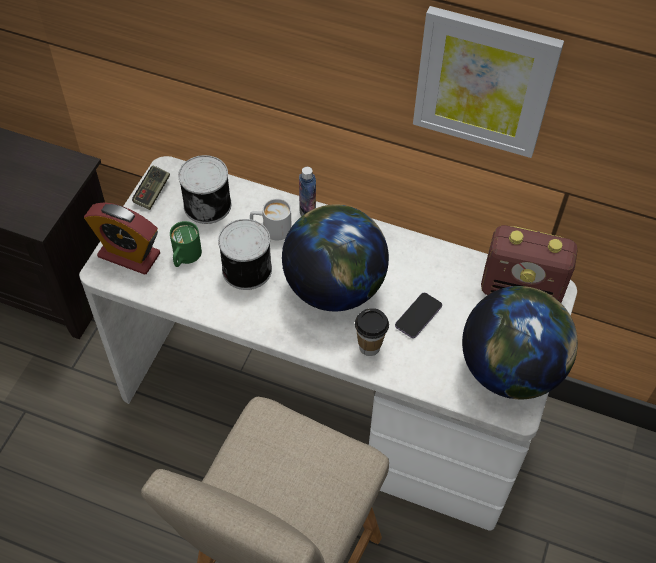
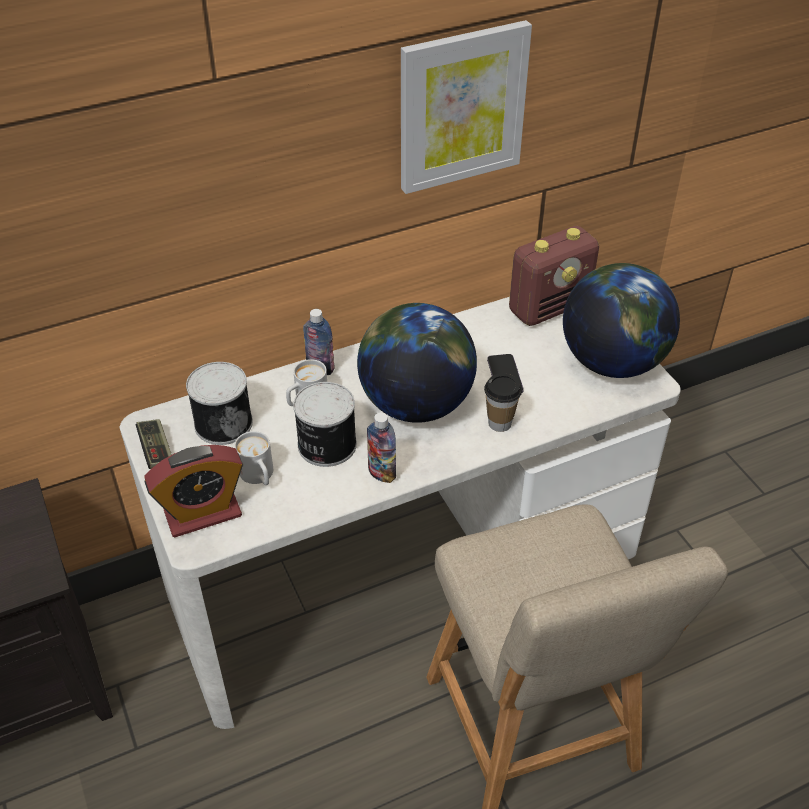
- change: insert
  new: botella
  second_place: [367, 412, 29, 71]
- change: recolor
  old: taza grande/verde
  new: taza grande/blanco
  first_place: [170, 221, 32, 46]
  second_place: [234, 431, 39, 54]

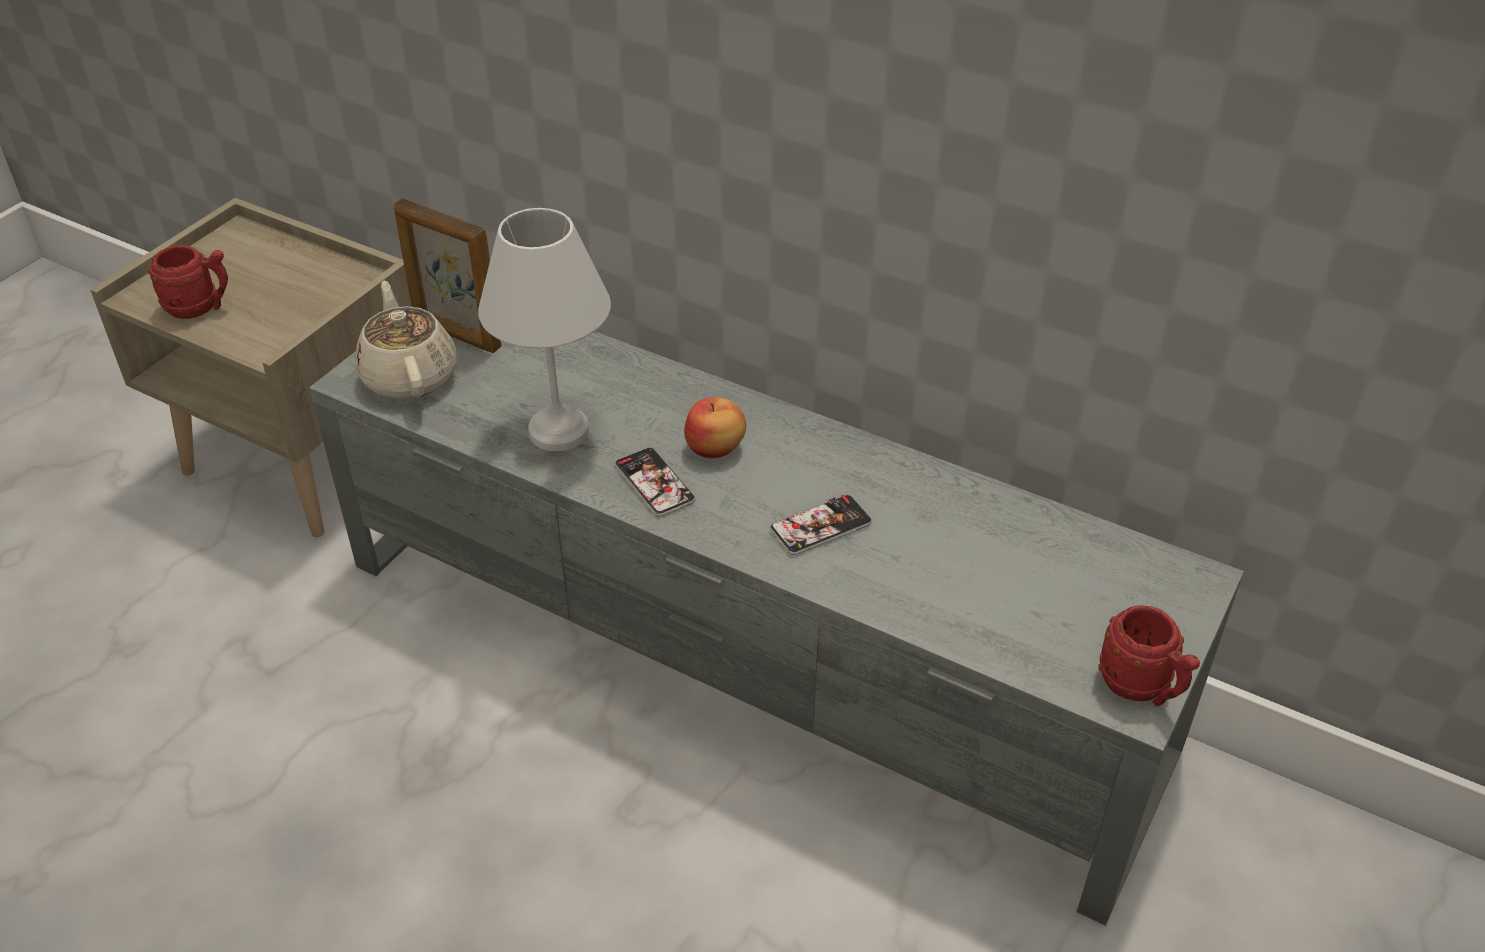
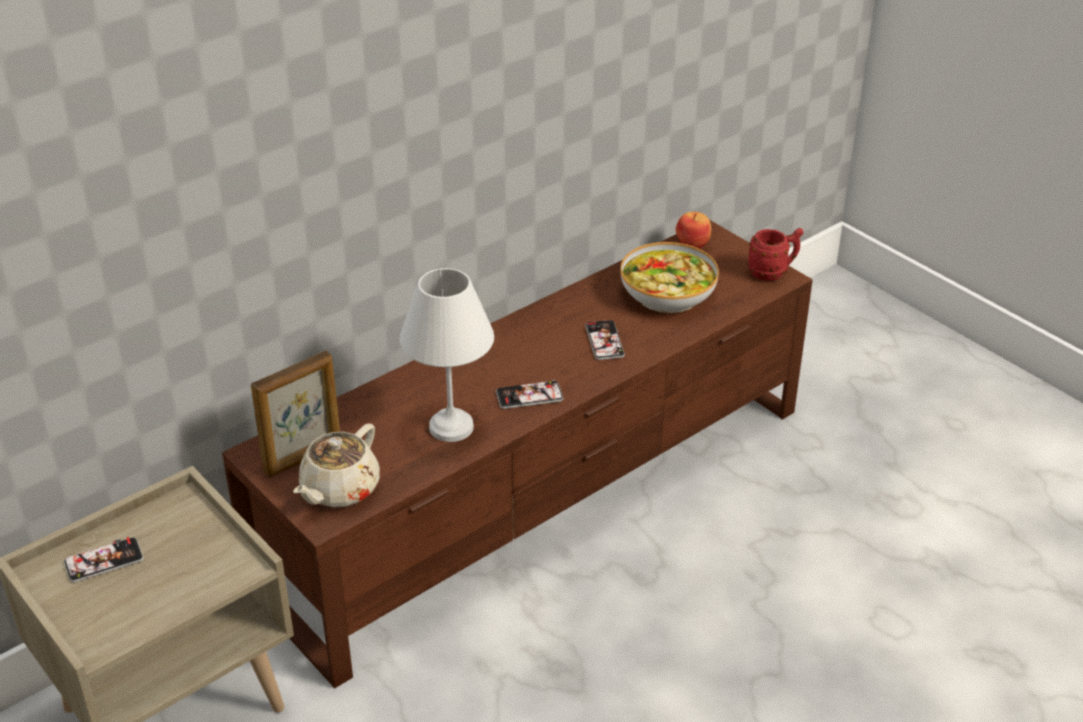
- change: delete
  old: taza grande/rojo
  first_place: [148, 245, 80, 74]
- change: insert
  new: móvil
  second_place: [64, 537, 80, 46]
- change: insert
  new: cuenco
  second_place: [620, 242, 99, 71]
- change: move
  old: manzana
  first_place: [684, 397, 62, 61]
  second_place: [676, 212, 35, 37]
- change: recolor
  old: mueble de televisión/gris
  new: mueble de televisión/marrón
  first_place: [309, 331, 935, 595]
  second_place: [222, 220, 591, 469]
- change: rotate
  old: tetera/beis
  first_place: [355, 281, 102, 119]
  second_place: [293, 424, 87, 83]
  degrees: -60

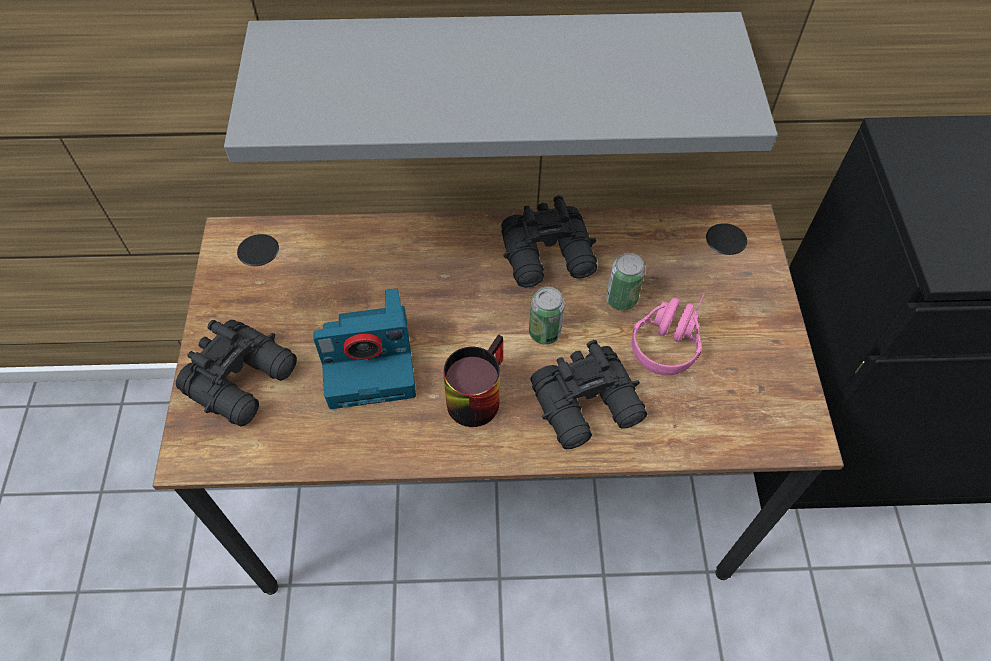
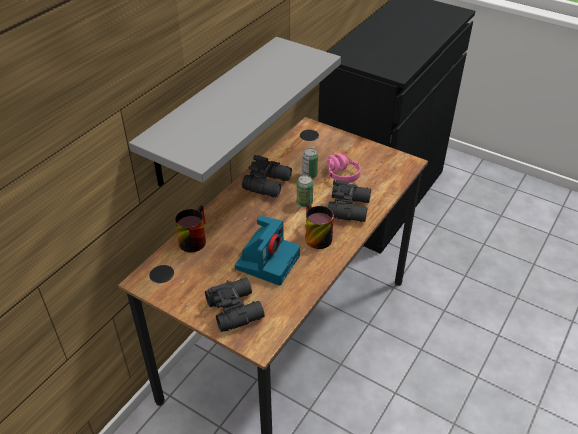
- change: insert
  new: taza grande
  second_place: [175, 205, 31, 48]

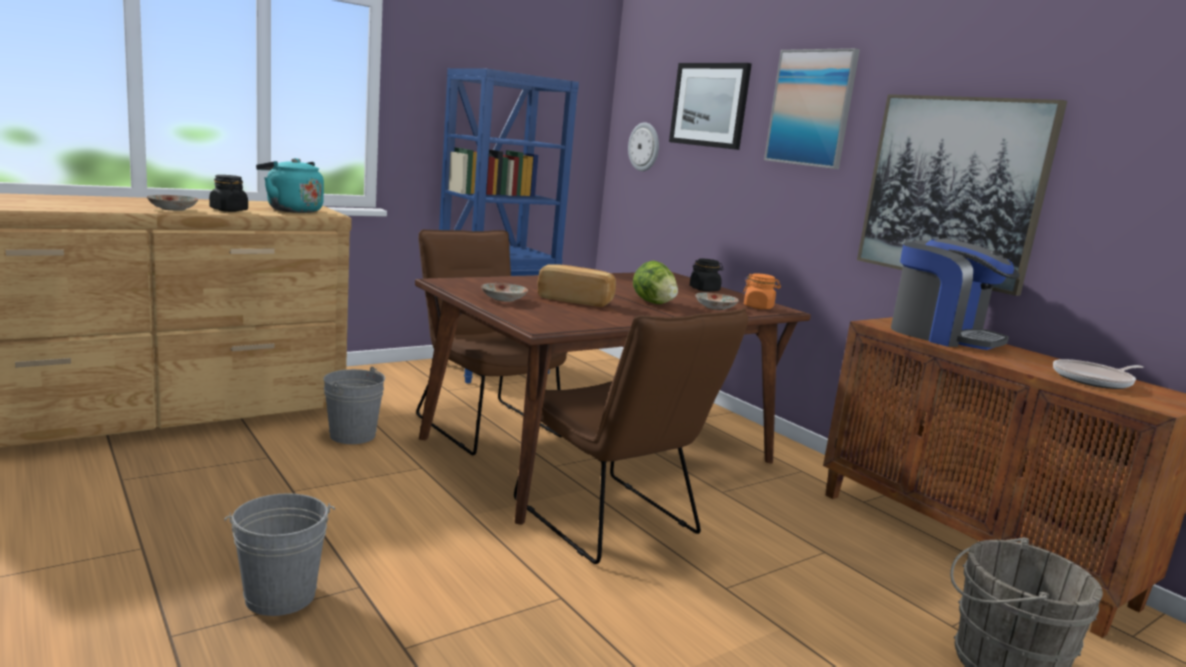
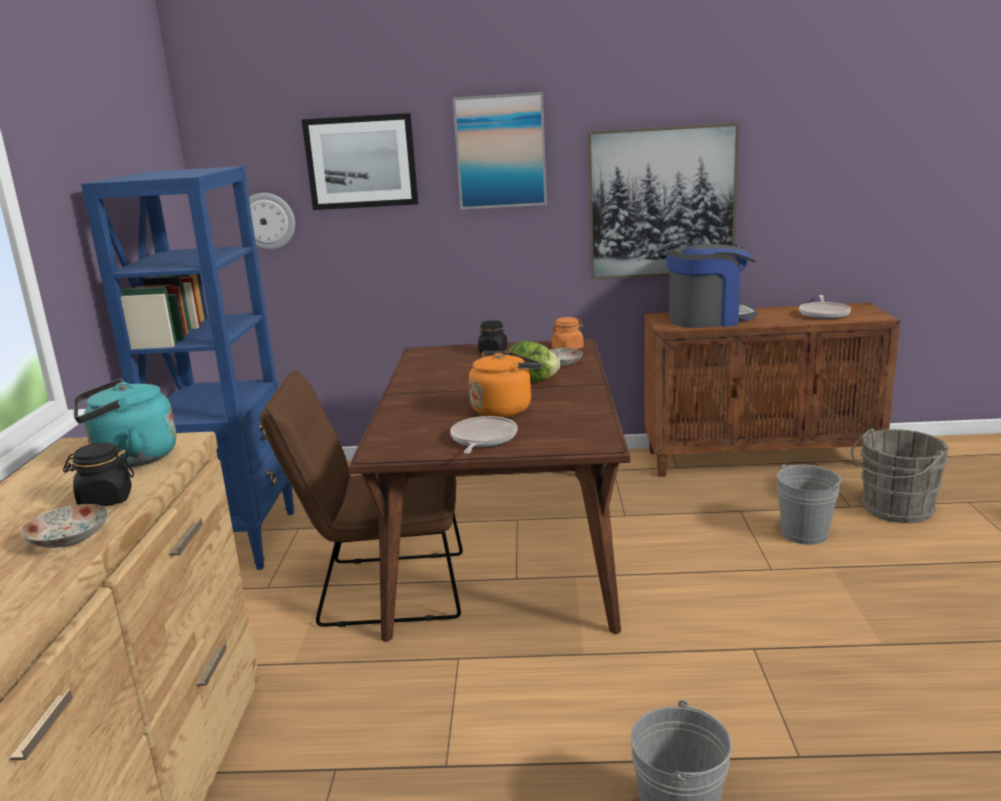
- change: delete
  old: silla/marrón
  first_place: [514, 308, 234, 256]
- change: move
  old: cubo/gris
  first_place: [324, 367, 61, 77]
  second_place: [777, 464, 64, 81]
- change: replace
  old: plato
  new: sartén
  first_place: [481, 283, 47, 19]
  second_place: [450, 416, 68, 38]
- change: replace
  old: pan
  new: hervidor/naranja
  first_place: [538, 264, 78, 43]
  second_place: [469, 351, 73, 66]

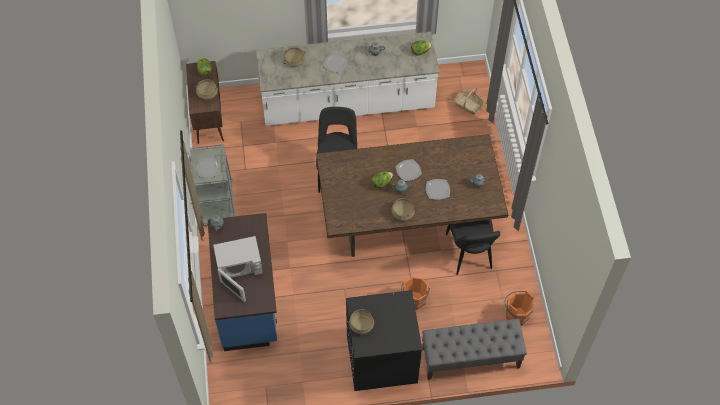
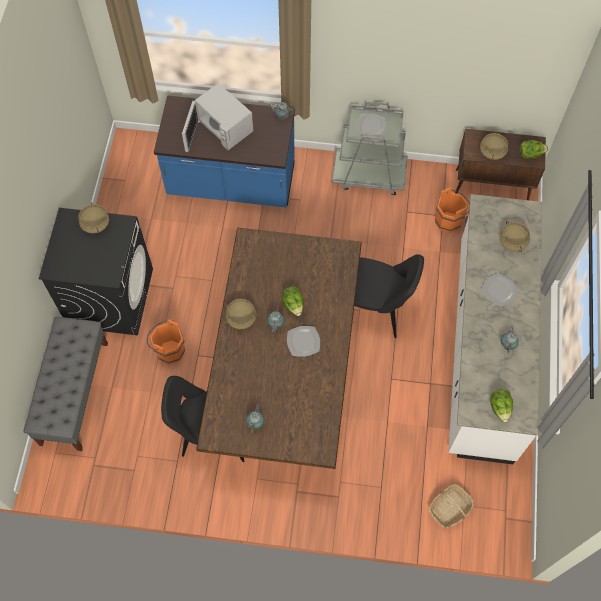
- change: delete
  old: plato
  first_place: [426, 179, 24, 21]
- change: move
  old: cubo/naranja
  first_place: [504, 290, 30, 36]
  second_place: [435, 187, 35, 46]
- change: rotate
  old: microondas/blanco
  first_place: [213, 236, 50, 66]
  second_place: [182, 83, 71, 69]
  degrees: -45

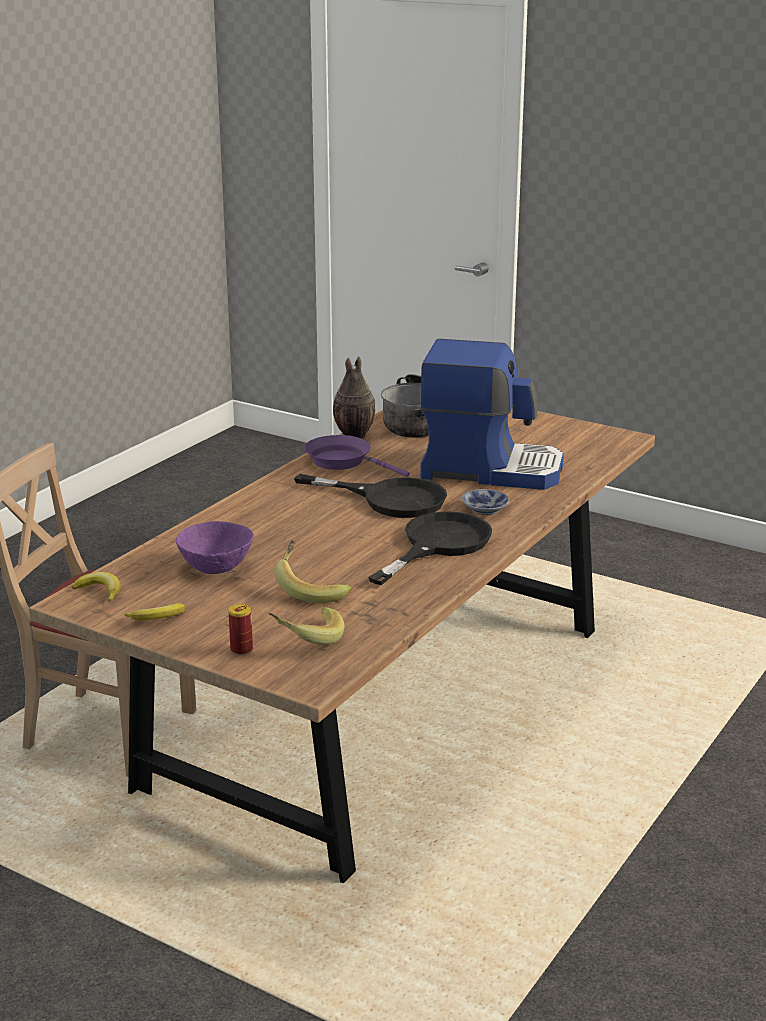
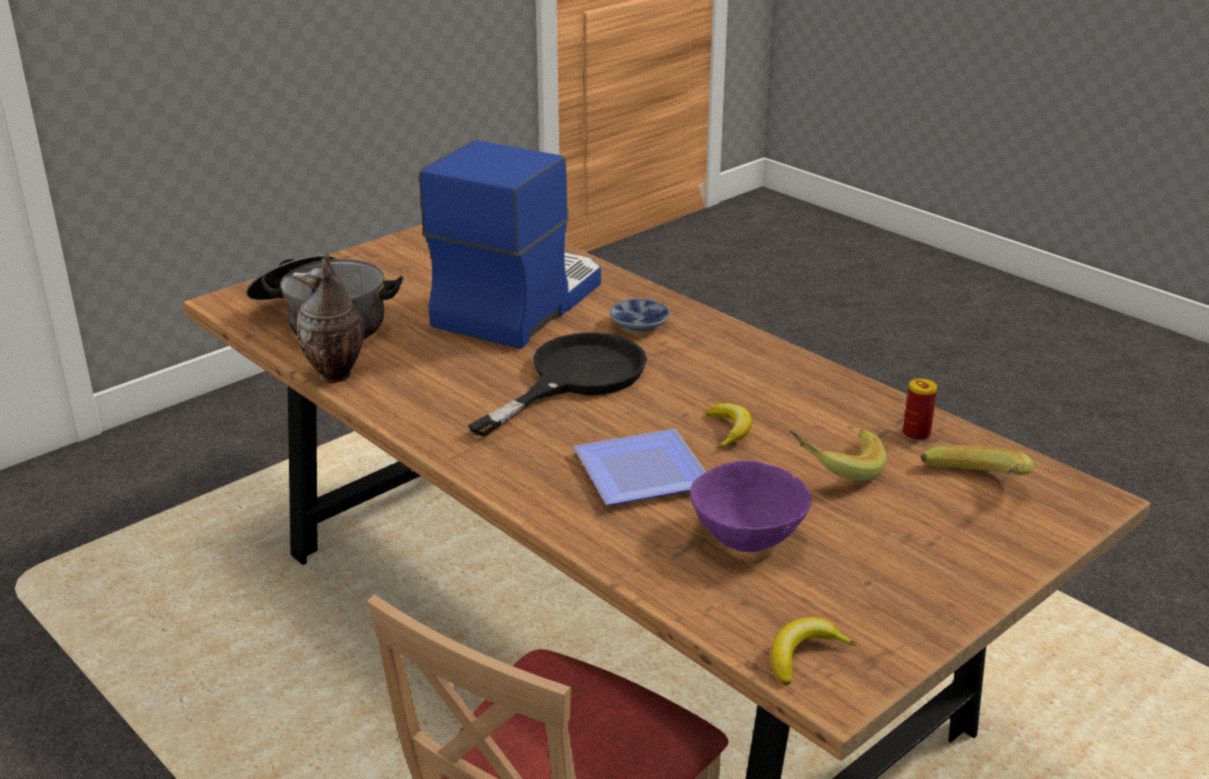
- change: delete
  old: sartén/morado
  first_place: [304, 435, 106, 42]
- change: delete
  old: sartén/negro
  first_place: [368, 511, 124, 74]
- change: insert
  new: plato
  second_place: [573, 429, 133, 76]
- change: move
  old: plátano
  first_place: [124, 603, 61, 18]
  second_place: [706, 403, 46, 46]
- change: move
  old: lata
  first_place: [229, 604, 24, 51]
  second_place: [903, 378, 34, 63]

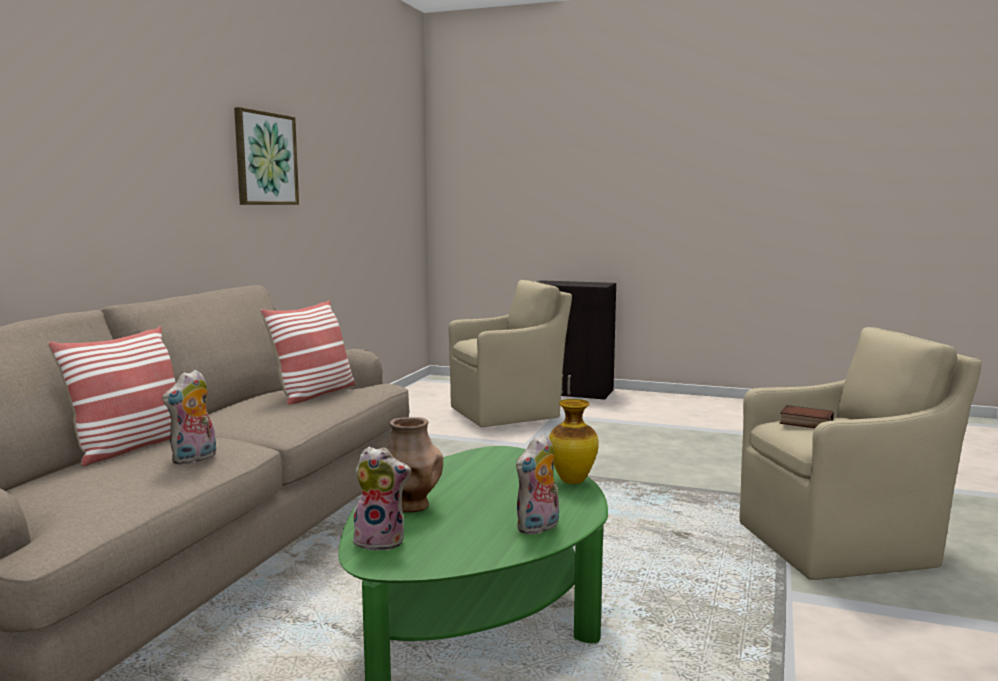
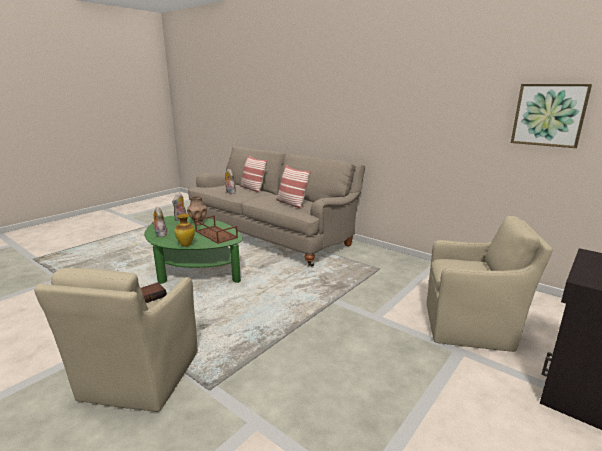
- change: insert
  new: bandeja/marrón
  second_place: [195, 215, 43, 29]
- change: move
  old: cuadro
  first_place: [234, 107, 65, 98]
  second_place: [511, 84, 81, 64]
- change: rotate
  old: sillón/beis
  first_place: [449, 280, 123, 147]
  second_place: [427, 216, 126, 136]
  degrees: -75

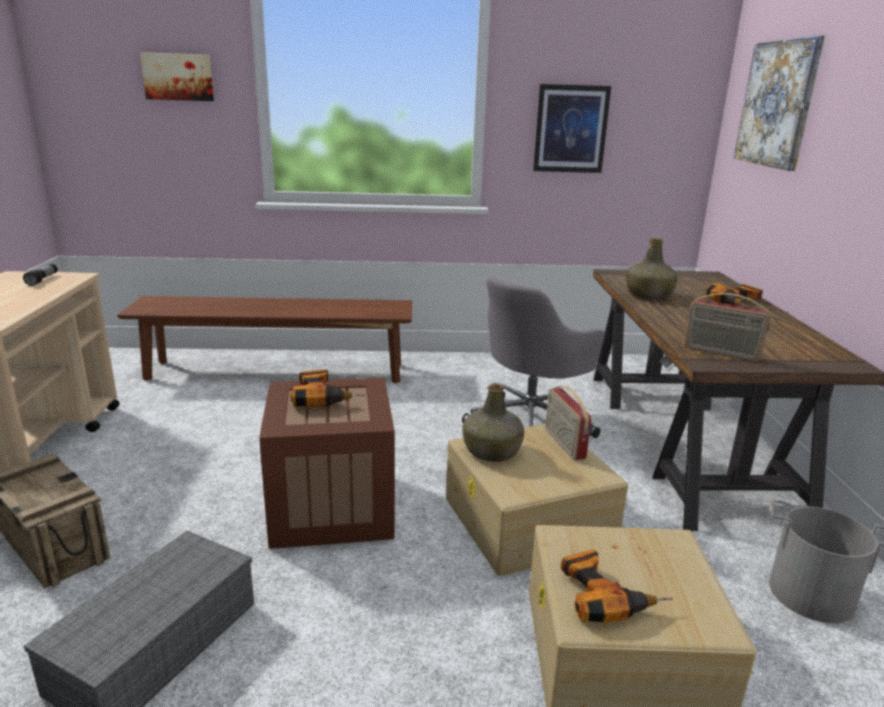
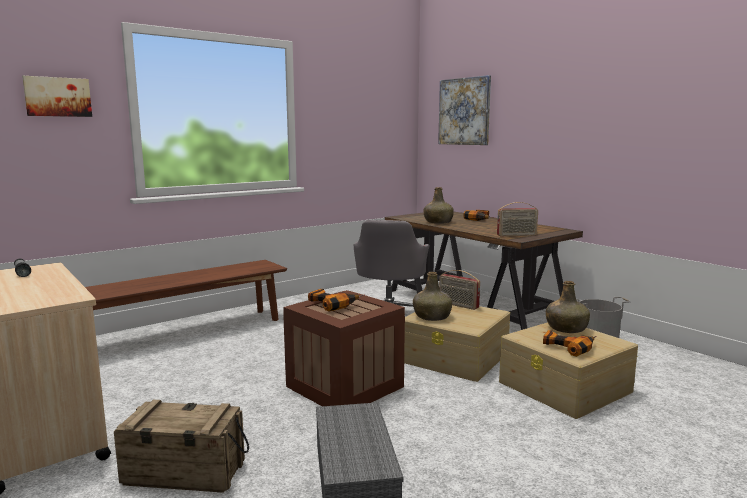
- change: delete
  old: cuadro
  first_place: [533, 84, 78, 89]
- change: insert
  new: botella/verde
  second_place: [546, 281, 44, 52]

